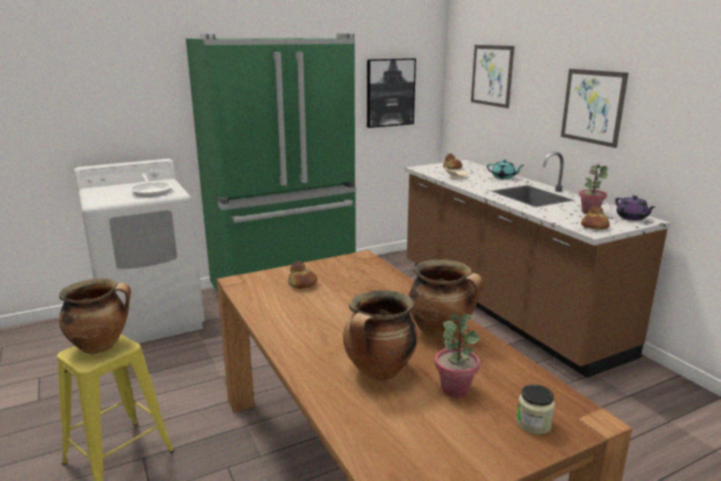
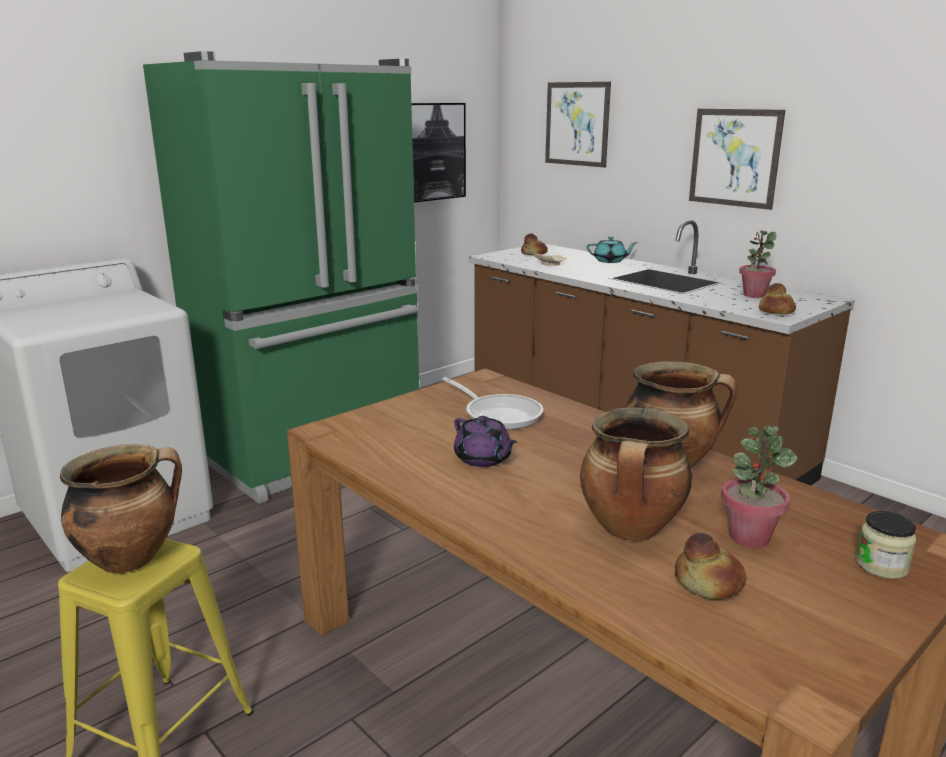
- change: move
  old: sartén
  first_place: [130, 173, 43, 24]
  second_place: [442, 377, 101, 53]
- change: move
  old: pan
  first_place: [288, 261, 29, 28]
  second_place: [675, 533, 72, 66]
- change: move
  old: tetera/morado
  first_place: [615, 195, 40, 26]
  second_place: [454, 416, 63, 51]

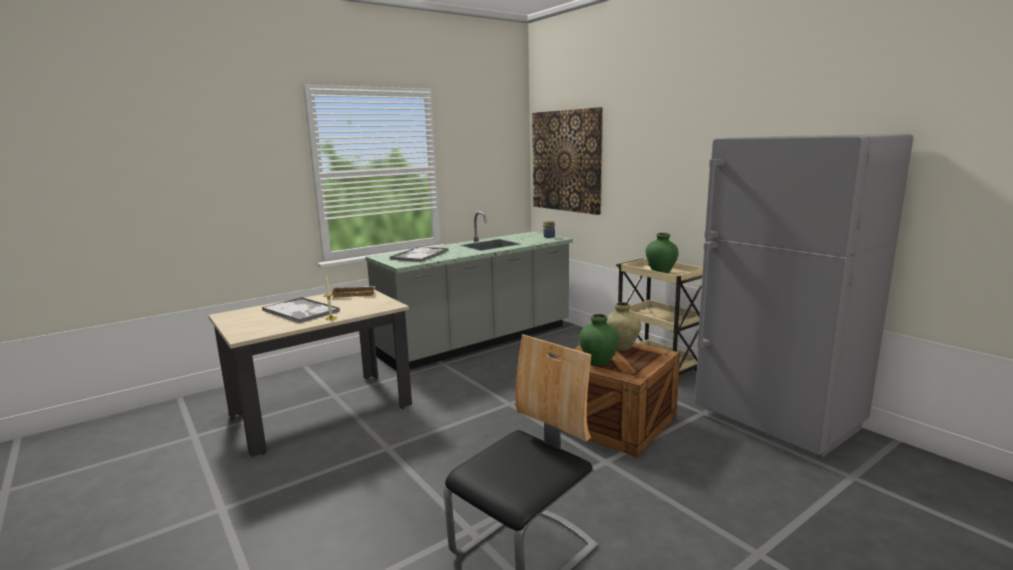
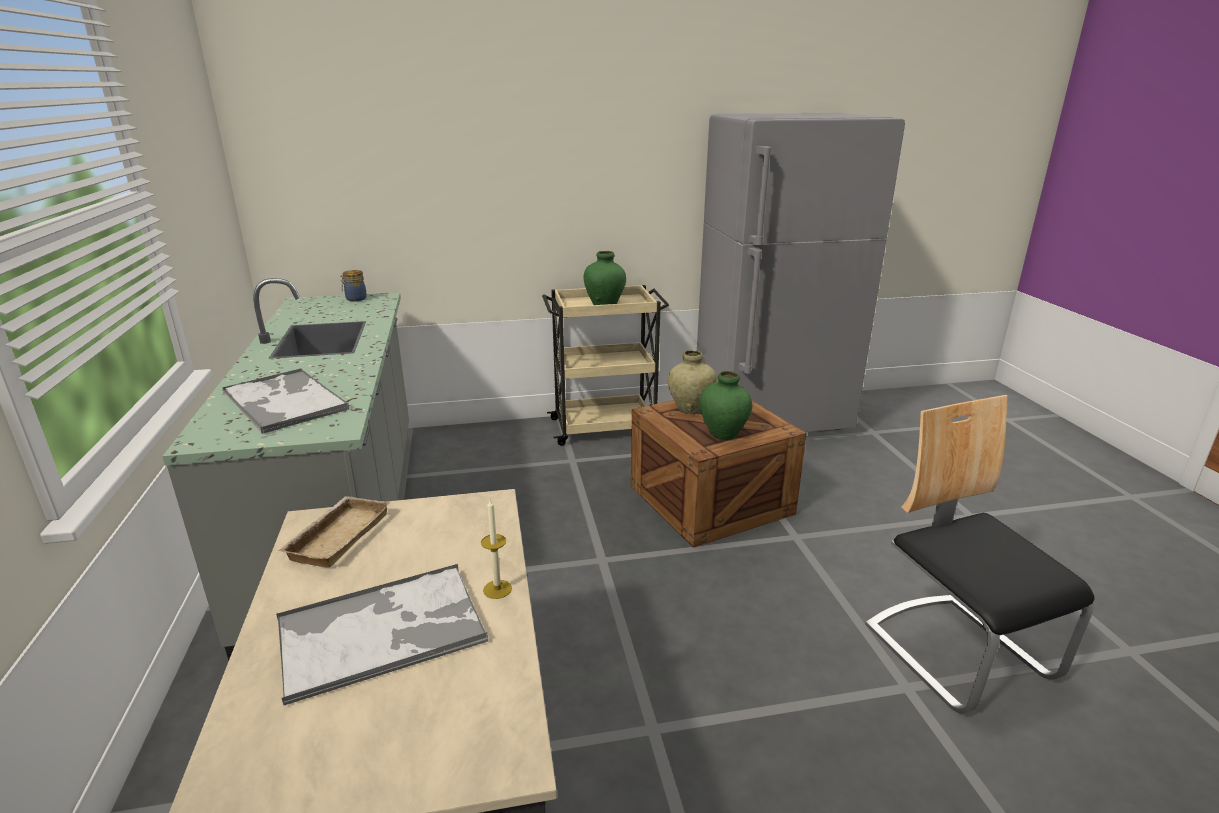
- change: delete
  old: cuadro
  first_place: [532, 107, 71, 108]

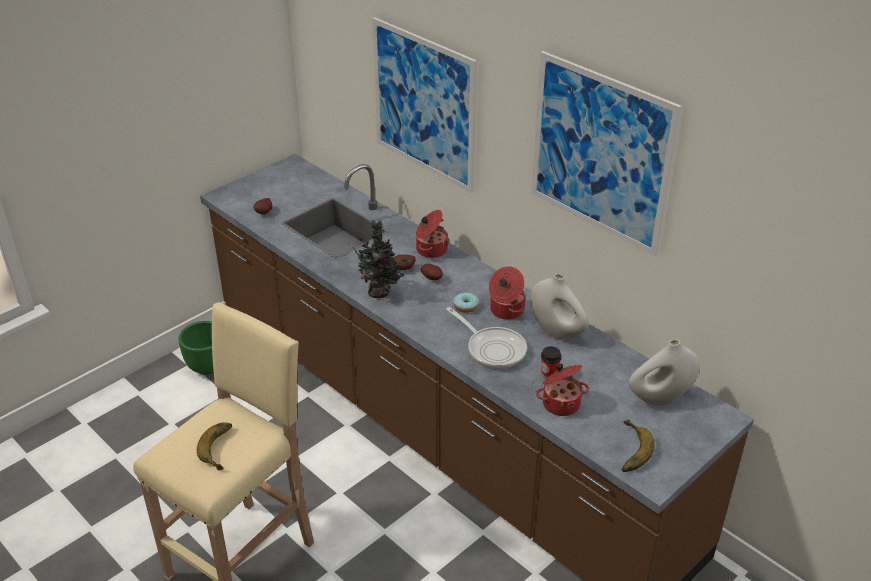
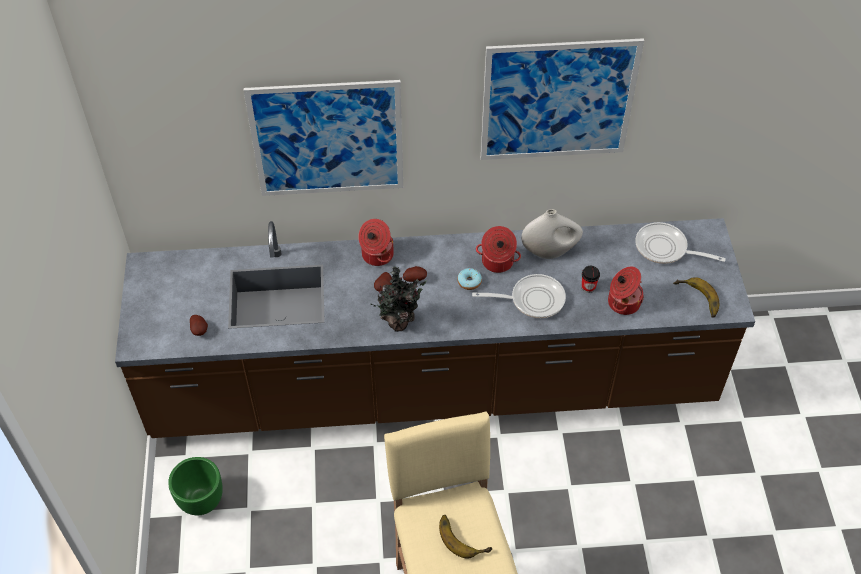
- change: replace
  old: florero/blanco
  new: sartén
  first_place: [629, 339, 71, 67]
  second_place: [635, 222, 91, 42]

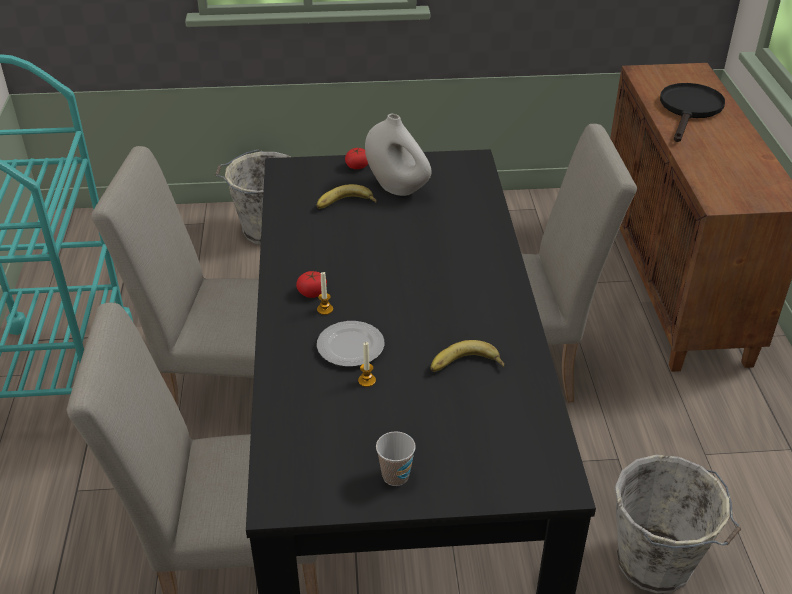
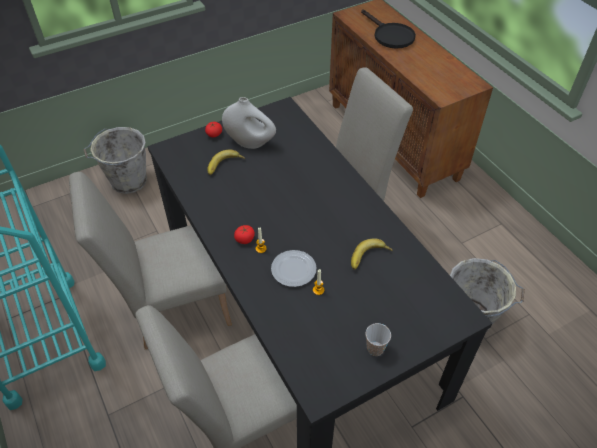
- change: rotate
  old: sartén/negro
  first_place: [660, 83, 65, 59]
  second_place: [361, 9, 55, 40]
  degrees: 150

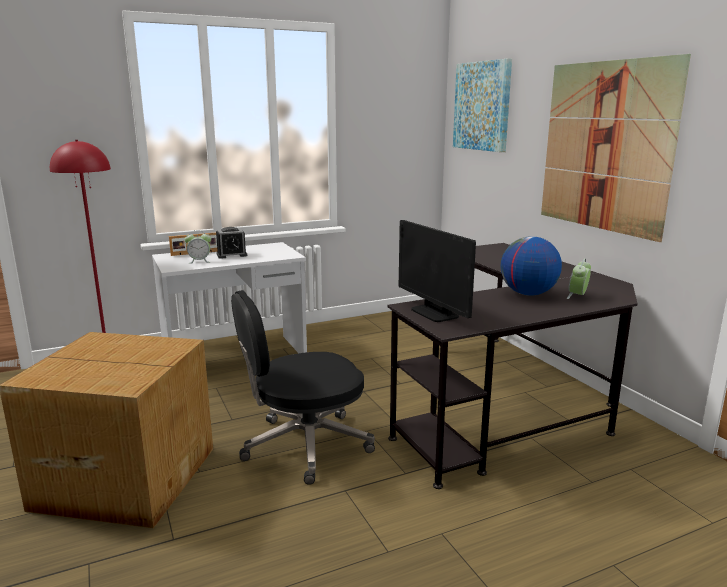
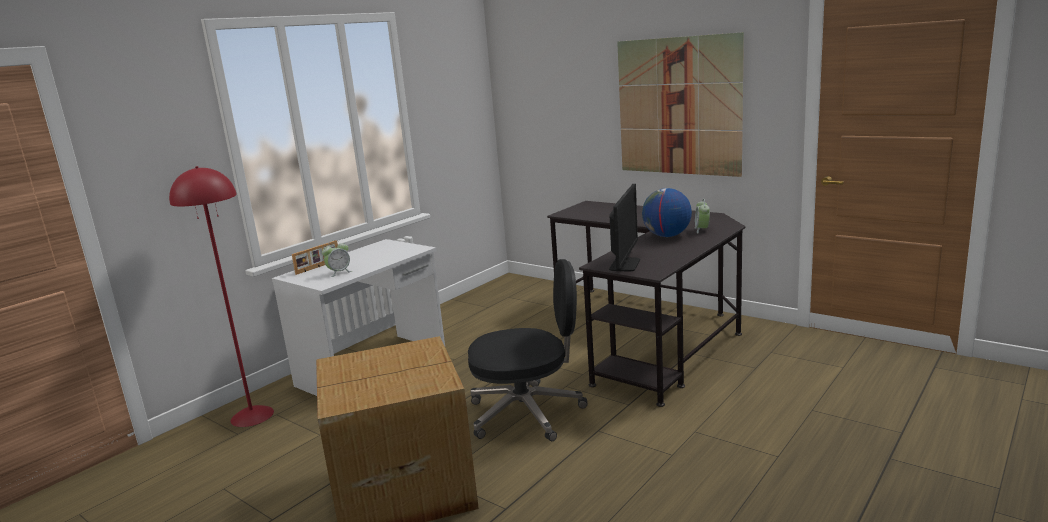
- change: delete
  old: despertador
  first_place: [216, 227, 31, 32]
- change: delete
  old: cuadro
  first_place: [453, 58, 59, 94]
- change: rotate
  old: silla de oficina/negro
  first_place: [231, 290, 144, 195]
  second_place: [468, 259, 119, 182]
  degrees: -135
- change: rotate
  old: monitor
  first_place: [399, 220, 77, 102]
  second_place: [609, 184, 31, 88]
  degrees: -105

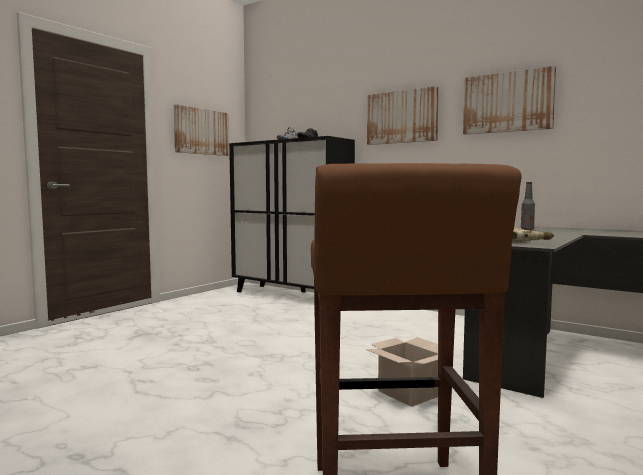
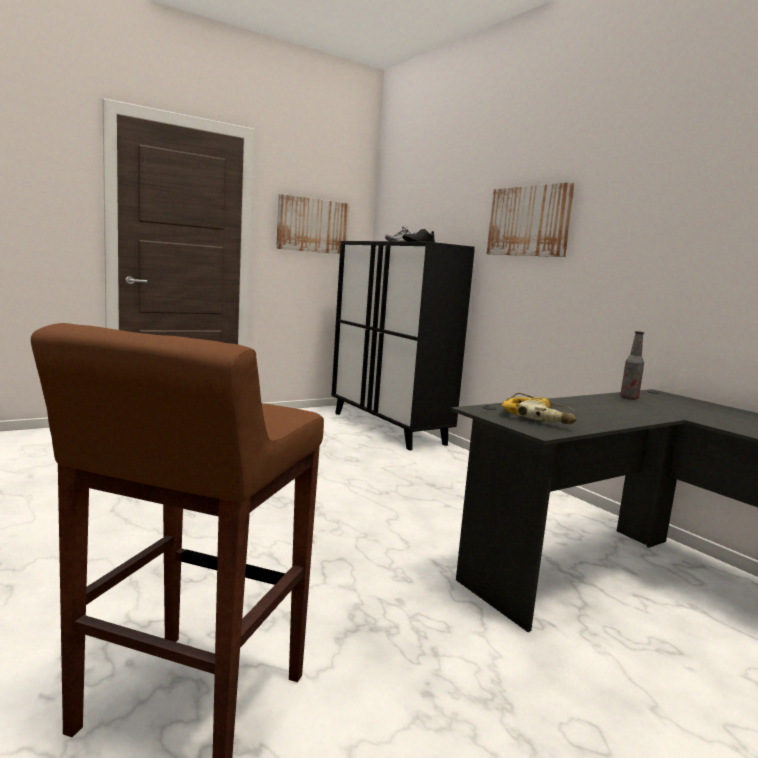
- change: delete
  old: caja de cartón
  first_place: [365, 337, 73, 70]
- change: delete
  old: cuadro
  first_place: [463, 66, 93, 69]

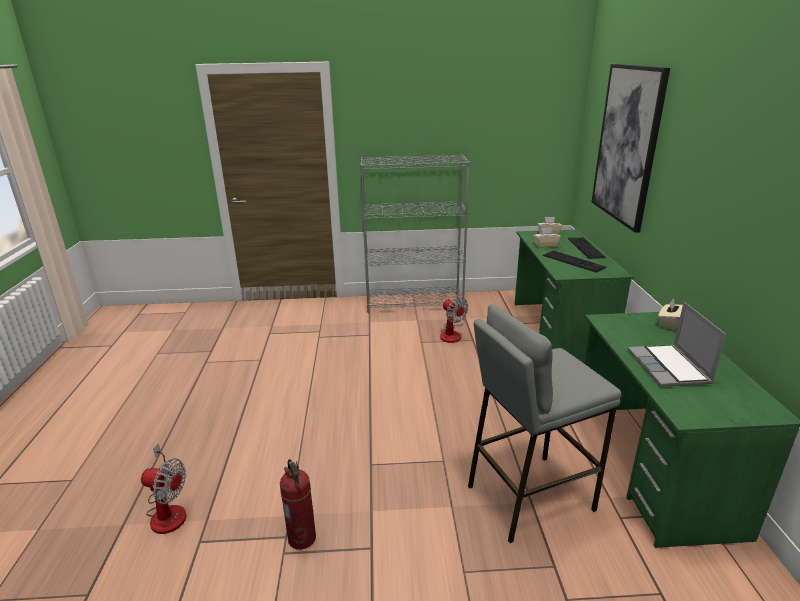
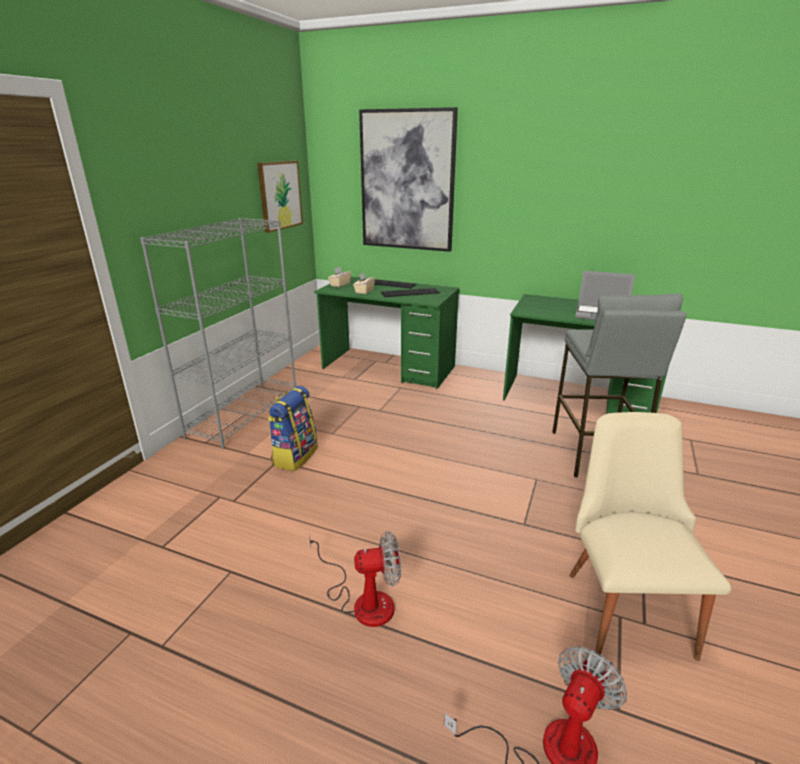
- change: delete
  old: caja de pañuelos/beis
  first_place: [658, 298, 25, 33]
- change: insert
  new: cuadro
  second_place: [257, 161, 46, 72]
- change: insert
  new: mochila
  second_place: [267, 386, 51, 85]
- change: move
  old: ventilador
  first_place: [440, 297, 28, 46]
  second_place: [309, 531, 92, 96]
- change: replace
  old: extintor
  new: silla/beis
  first_place: [280, 459, 36, 91]
  second_place: [570, 412, 161, 249]

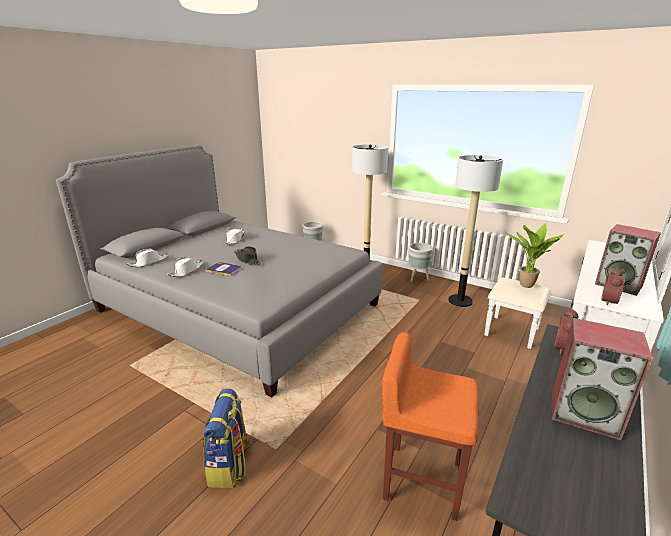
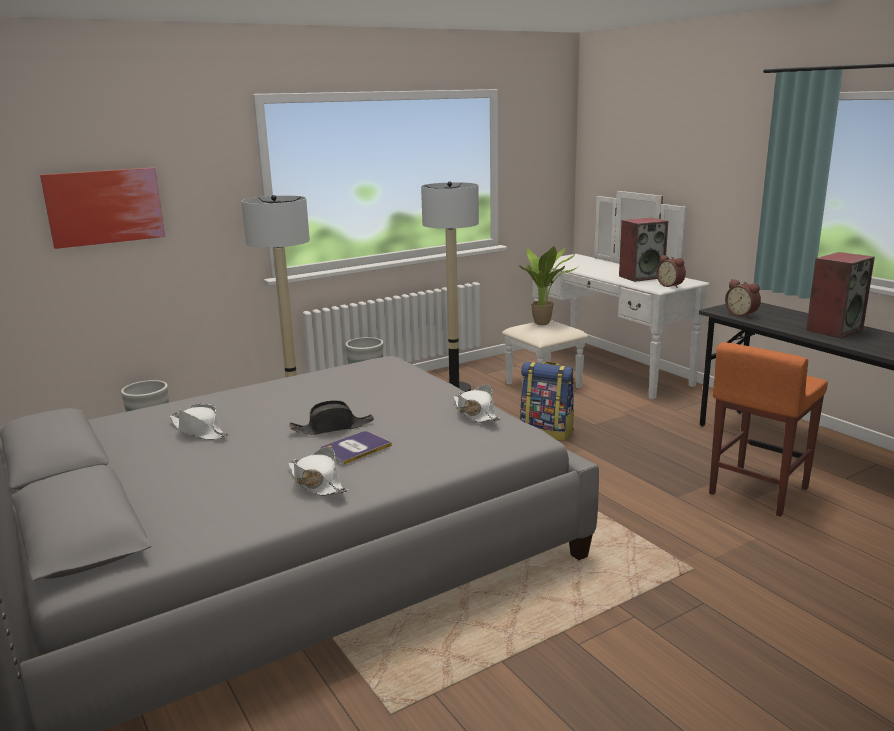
- change: insert
  new: cuadro
  second_place: [40, 168, 125, 81]
- change: move
  old: sombrero/blanco
  first_place: [126, 249, 43, 18]
  second_place: [454, 384, 47, 39]
- change: move
  old: mochila
  first_place: [203, 388, 49, 100]
  second_place: [520, 361, 55, 80]

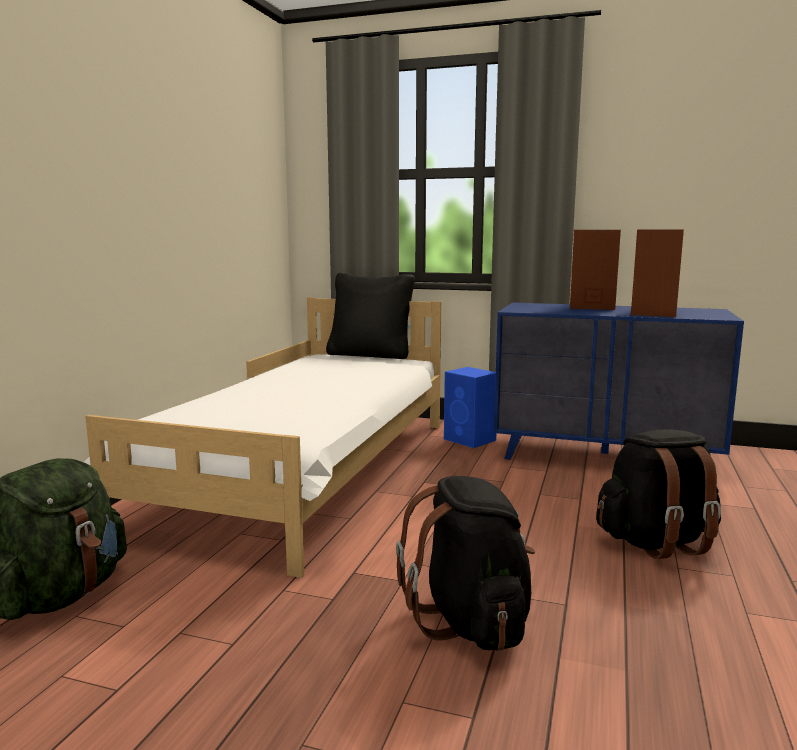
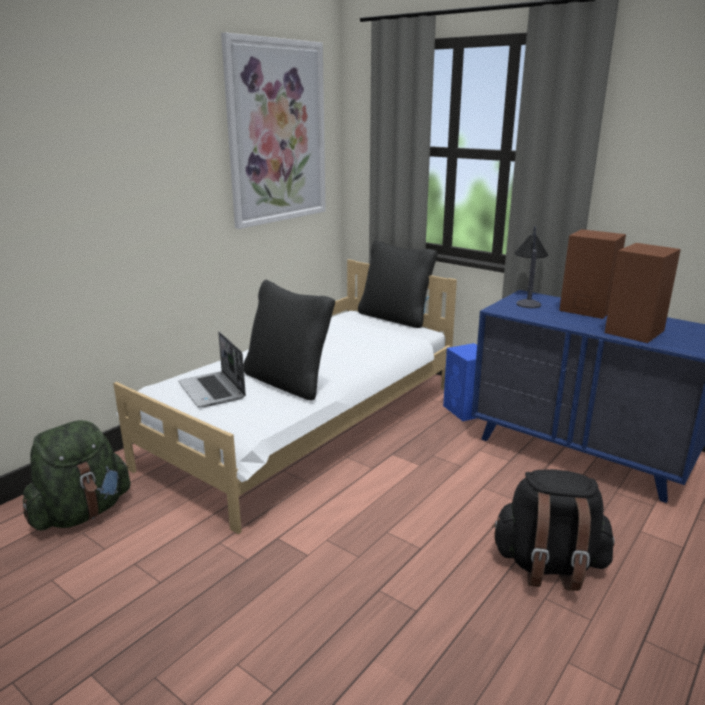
- change: delete
  old: mochila/negro
  first_place: [396, 476, 139, 175]
- change: insert
  new: portátil
  second_place: [178, 332, 68, 75]
- change: insert
  new: cuadro
  second_place: [221, 32, 105, 197]
- change: insert
  new: cojín/negro
  second_place: [243, 280, 92, 120]
- change: insert
  new: lámpara de mesa
  second_place: [515, 226, 33, 82]

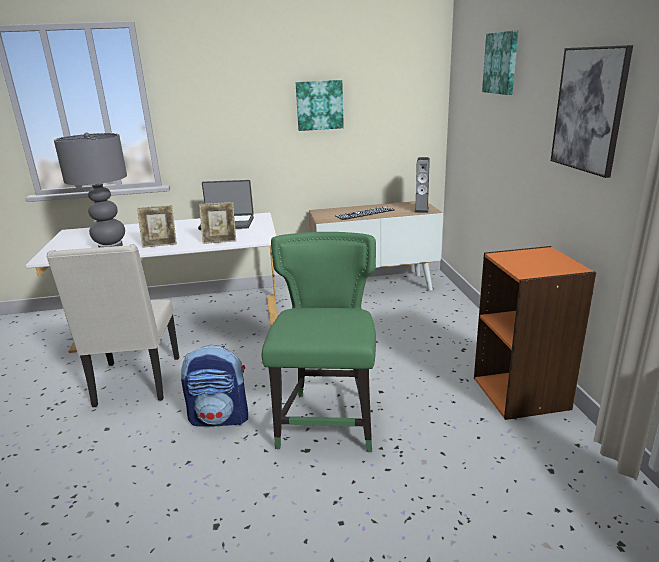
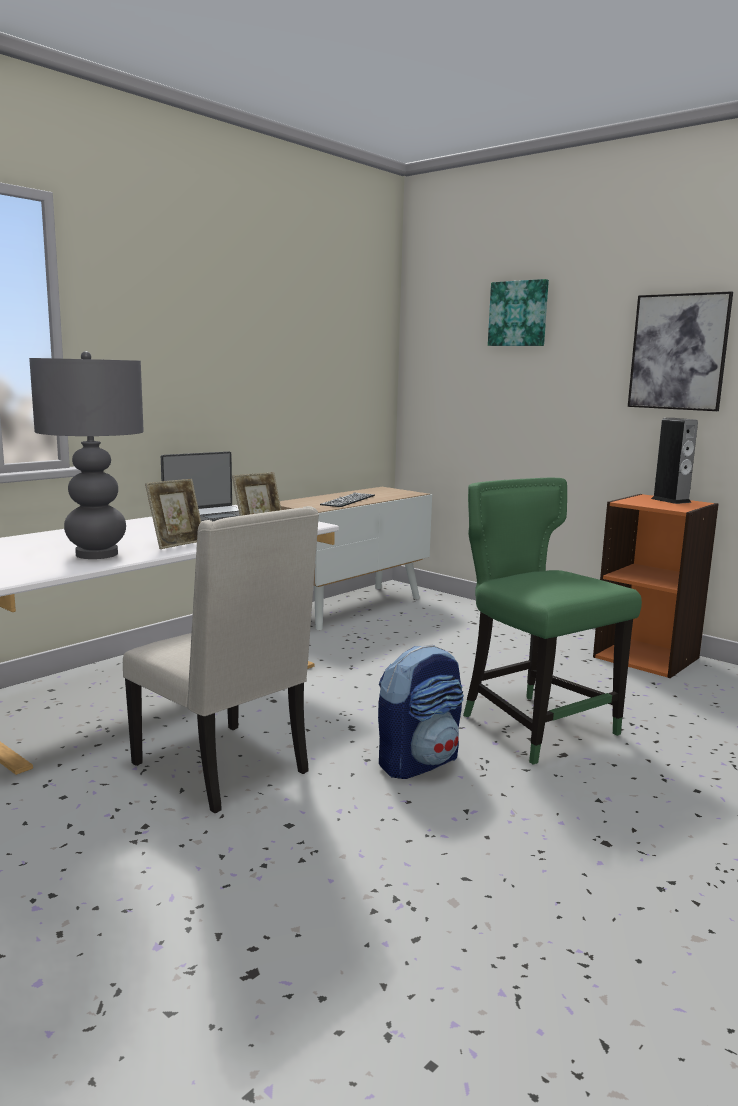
- change: delete
  old: cuadro
  first_place: [296, 80, 48, 51]
- change: move
  old: altavoz
  first_place: [414, 157, 16, 56]
  second_place: [651, 418, 47, 86]

